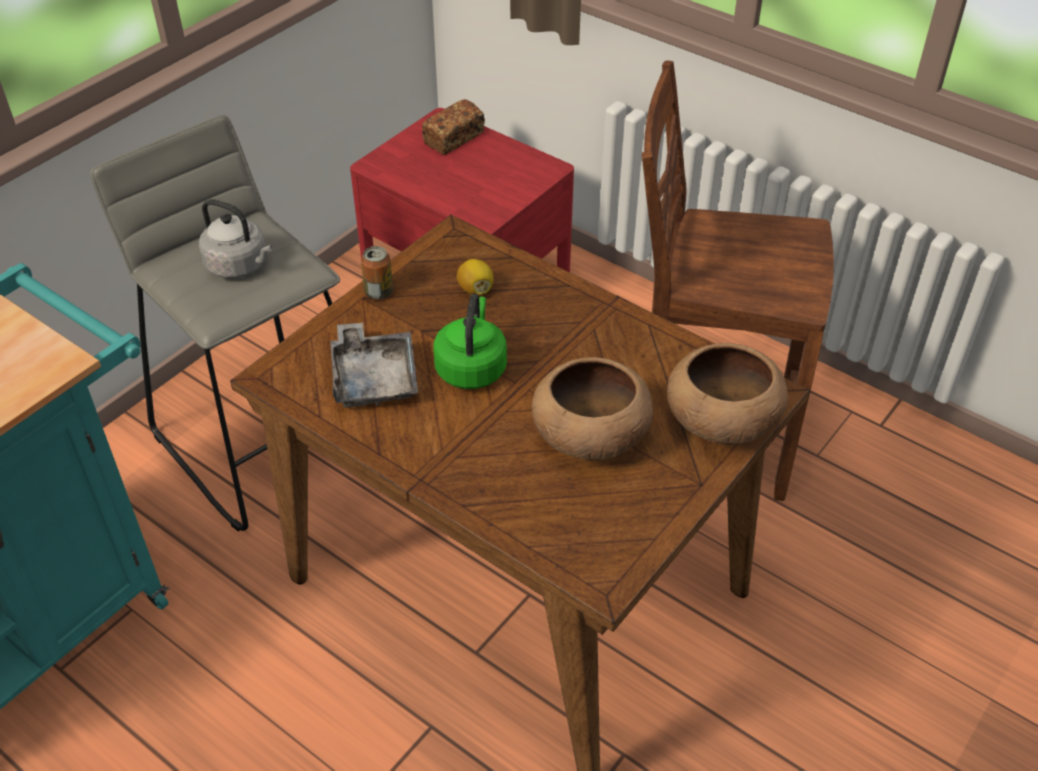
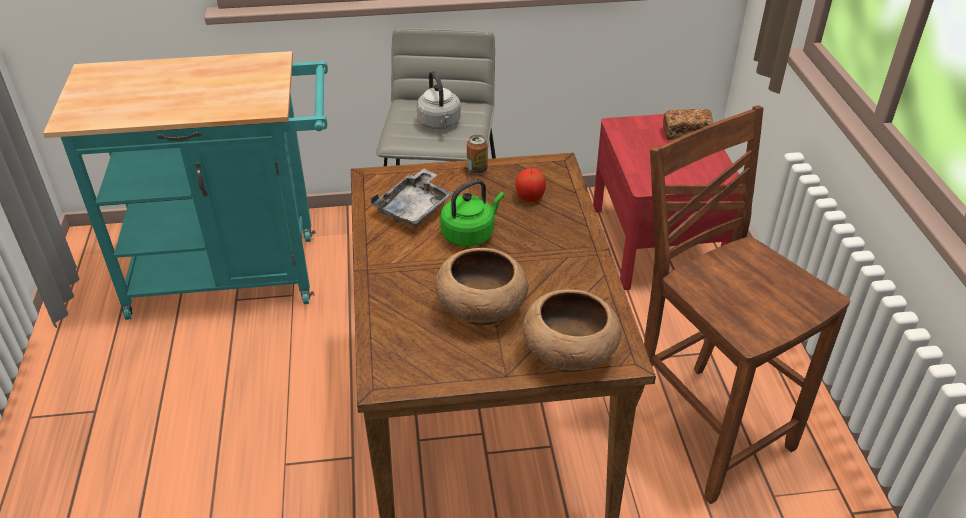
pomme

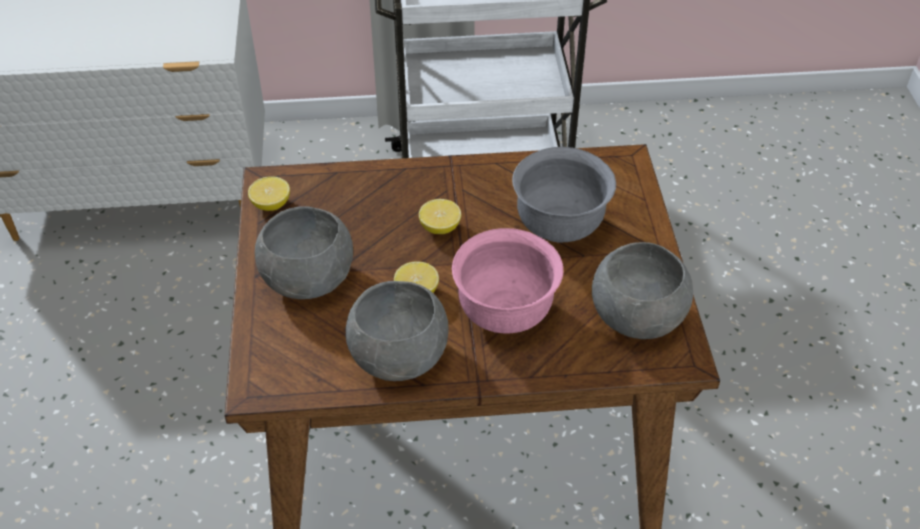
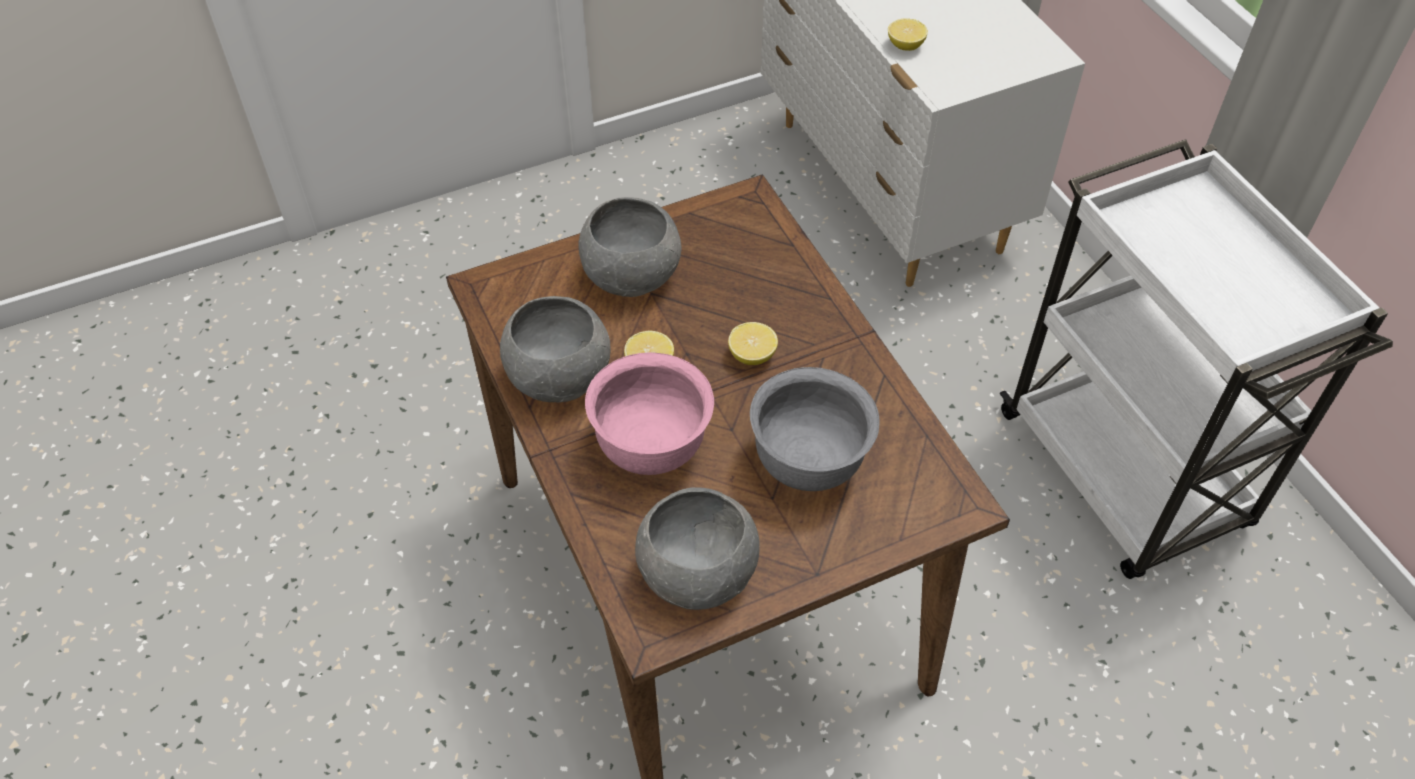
citron (no. 3 from left)

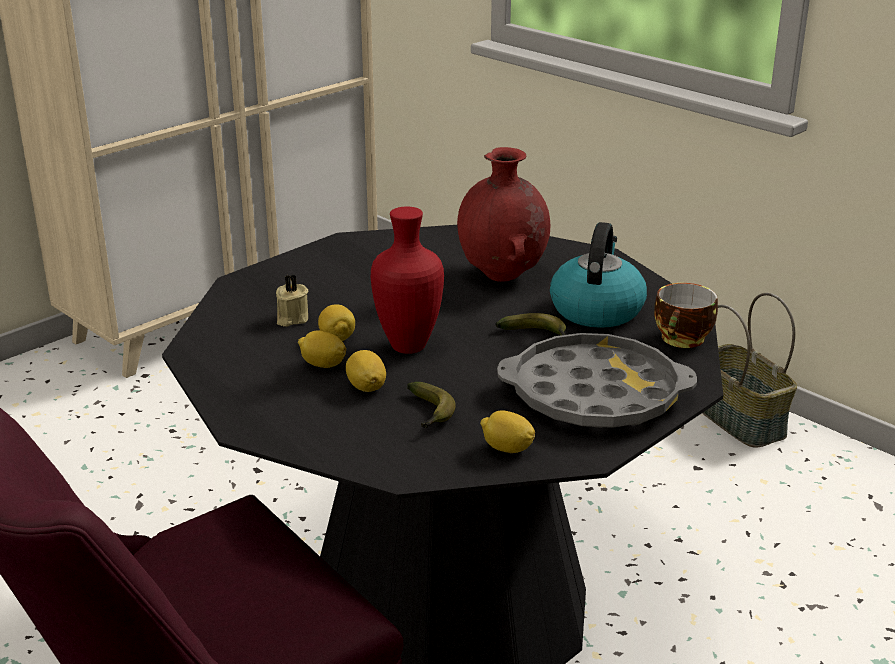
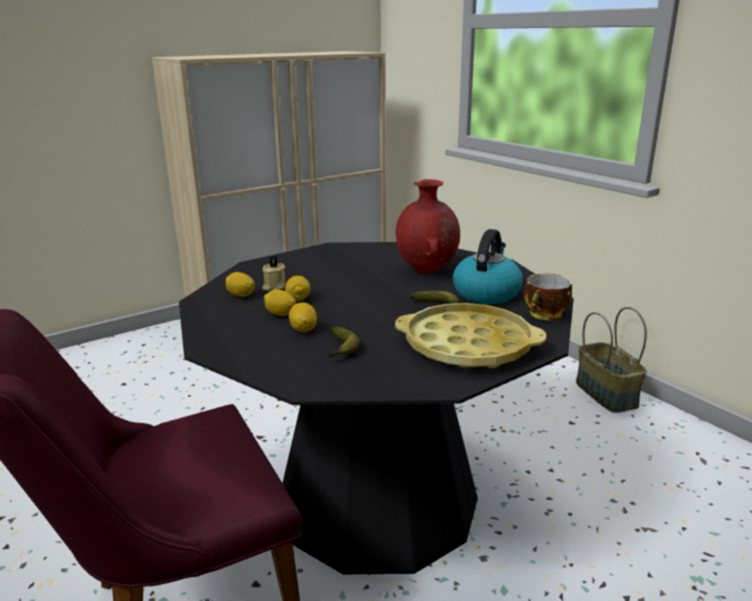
vase (rouge) (no. 1 from left in the first image)
citron (no. 1 from left)
plateau (jaune)

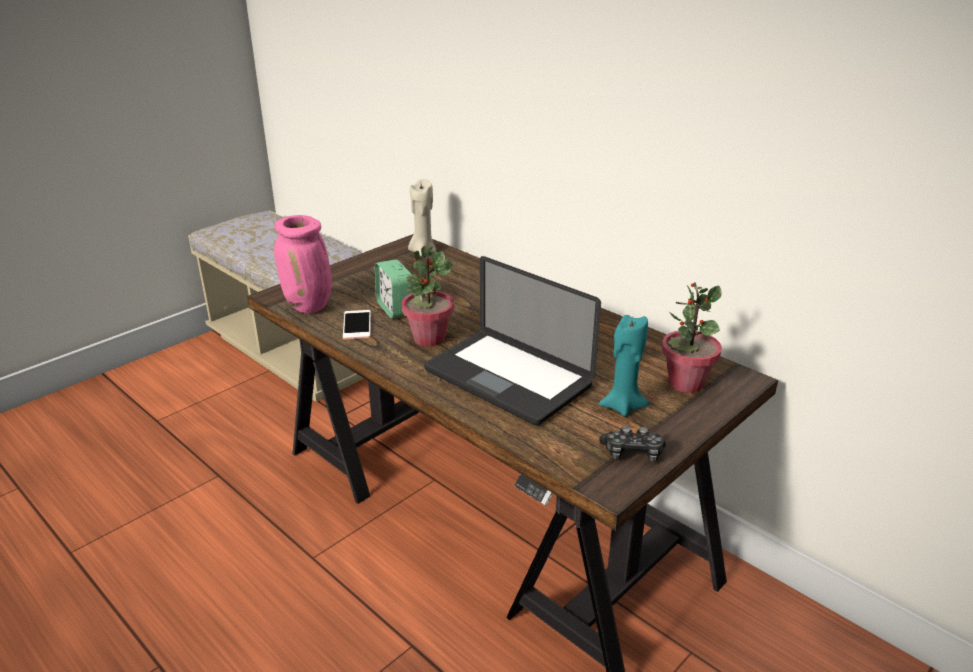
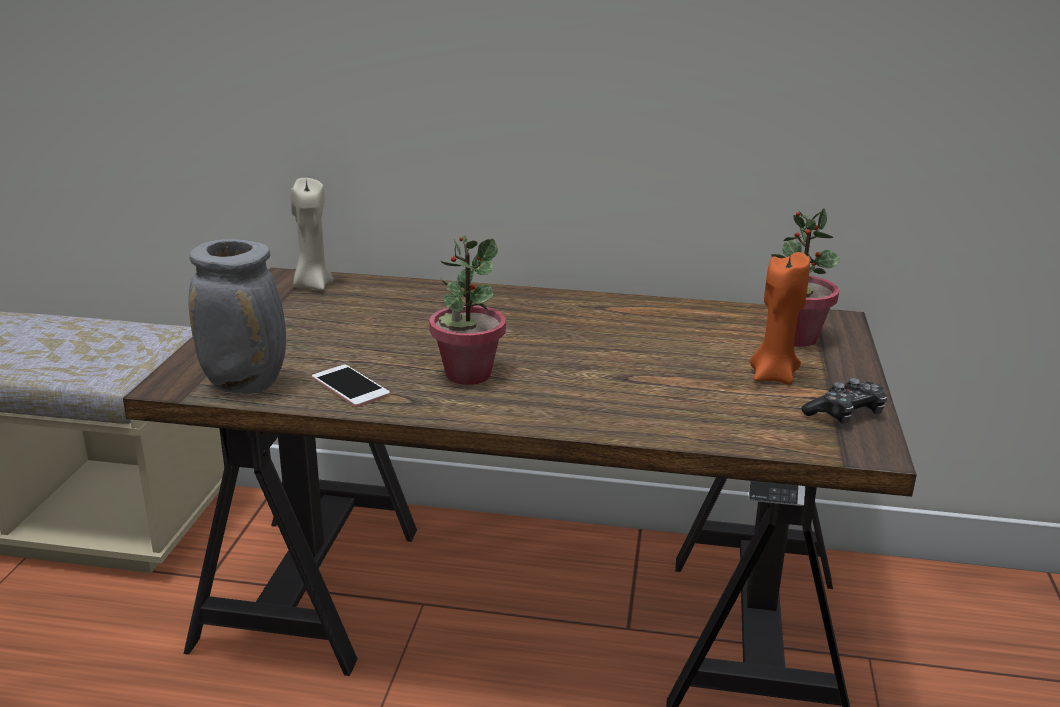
réveil
ordinateur portable
vase (gris)
bougie (orange)

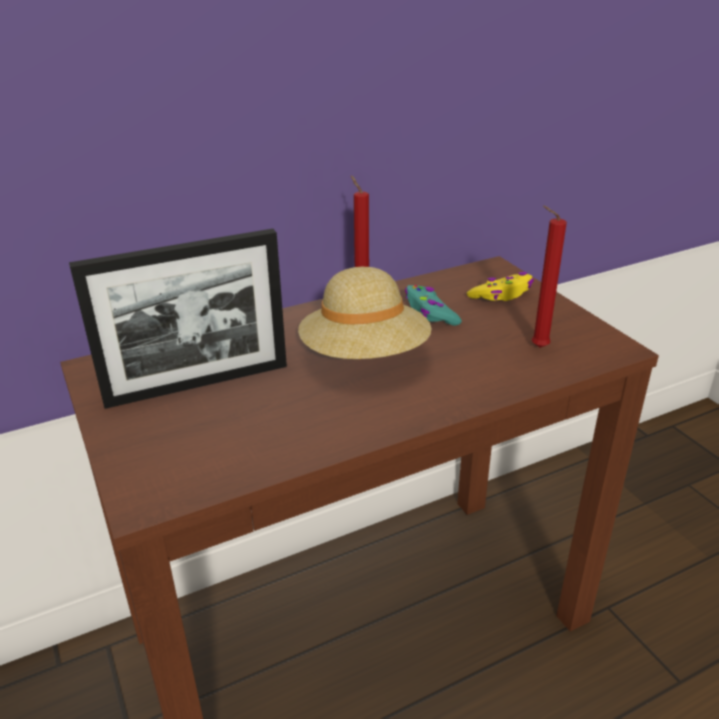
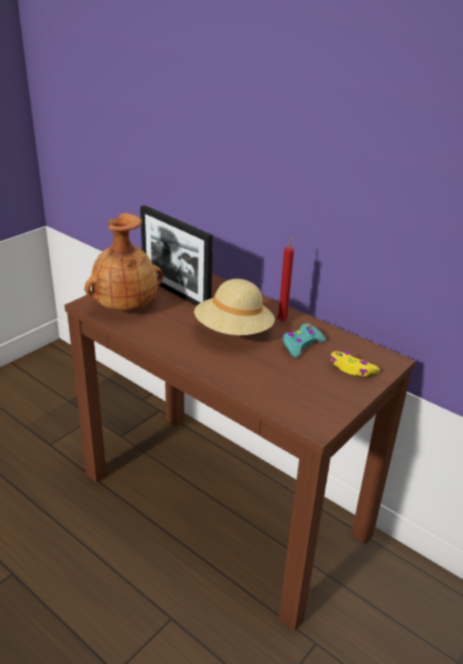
bougie (rouge) (no. 2 from left in the first image)
vase (marron)

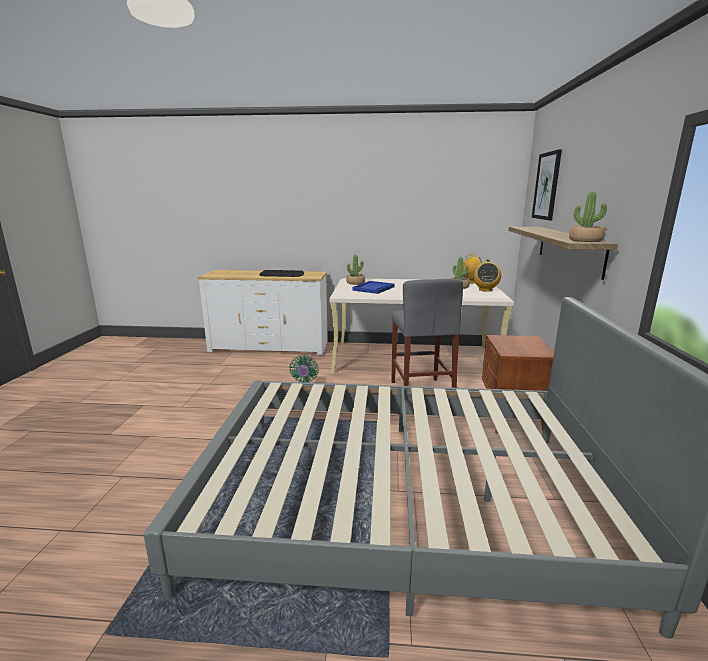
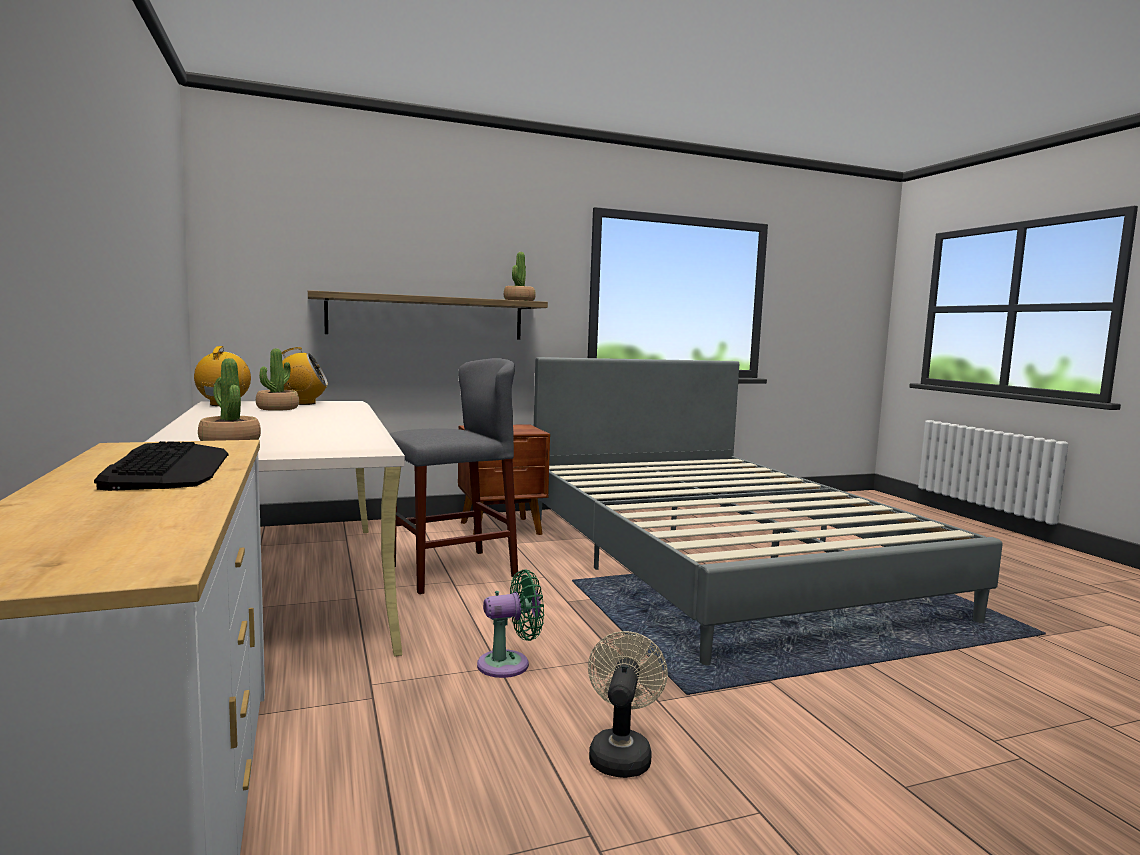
plateau (bleu)
tableau
ventilateur (beige)

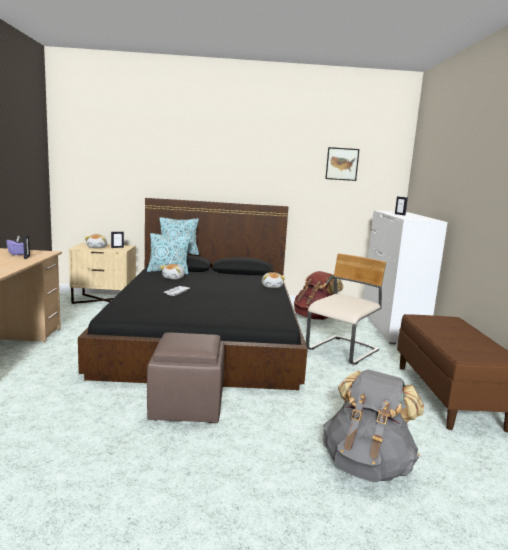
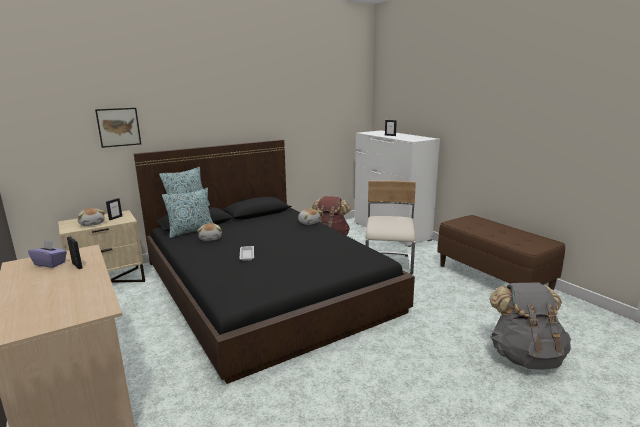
pouf (marron)
tableau

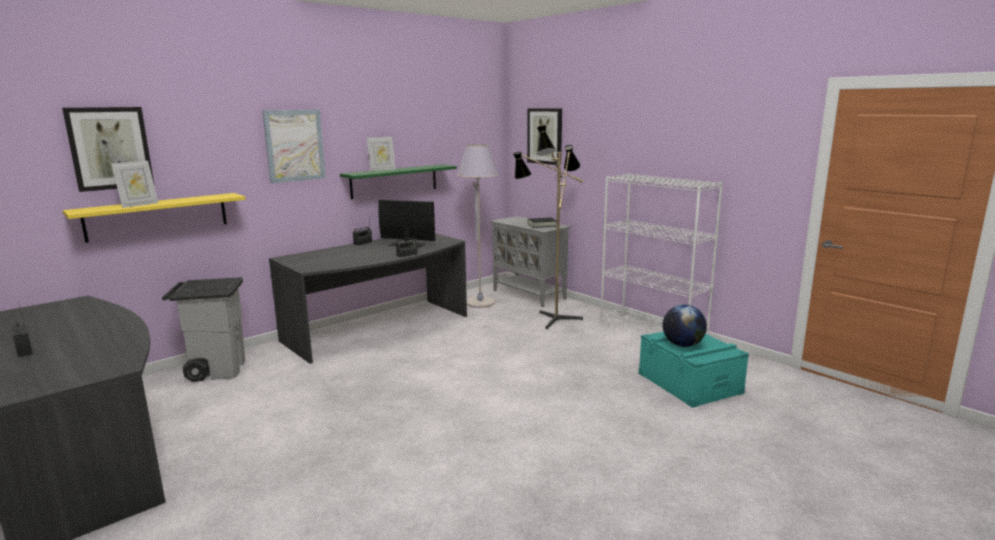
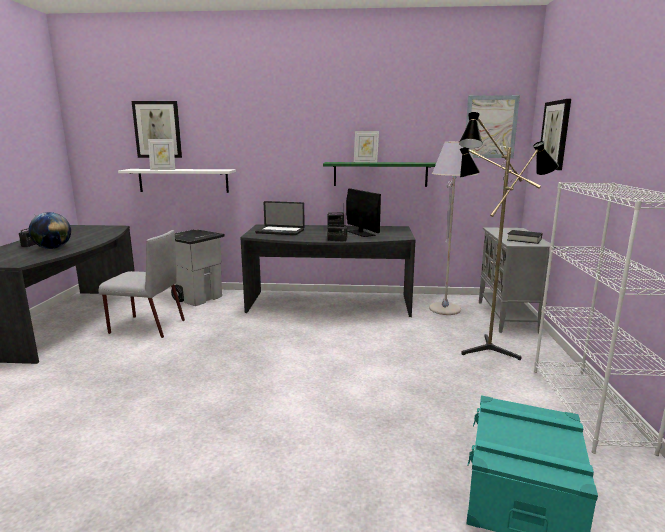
chaise (gris)
ordinateur portable
tableau (no. 2 from left)
globe
étagère (blanc)

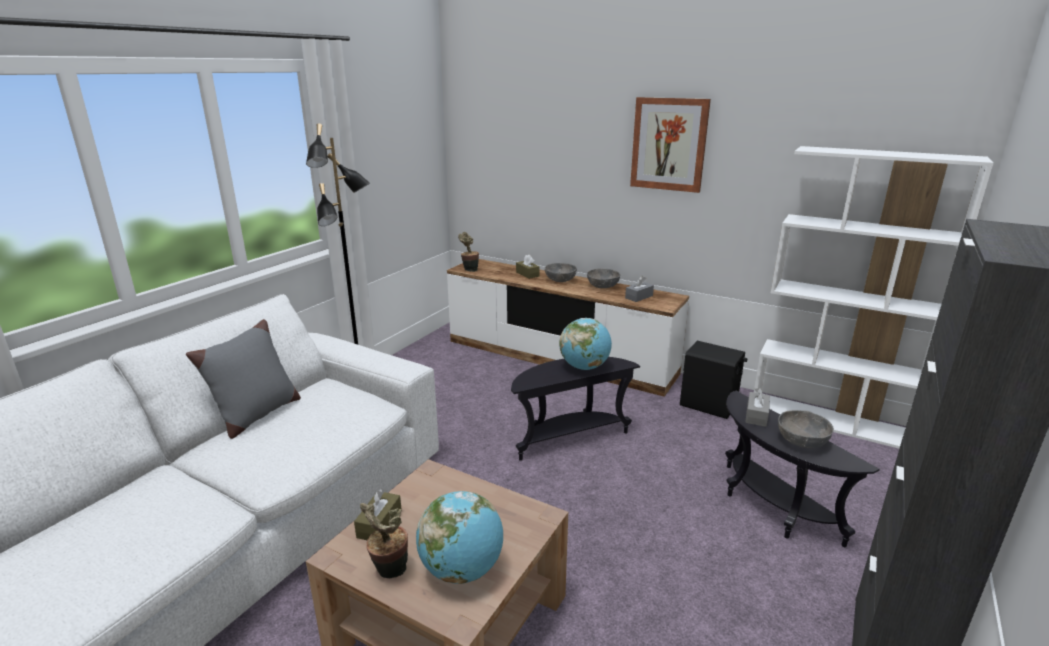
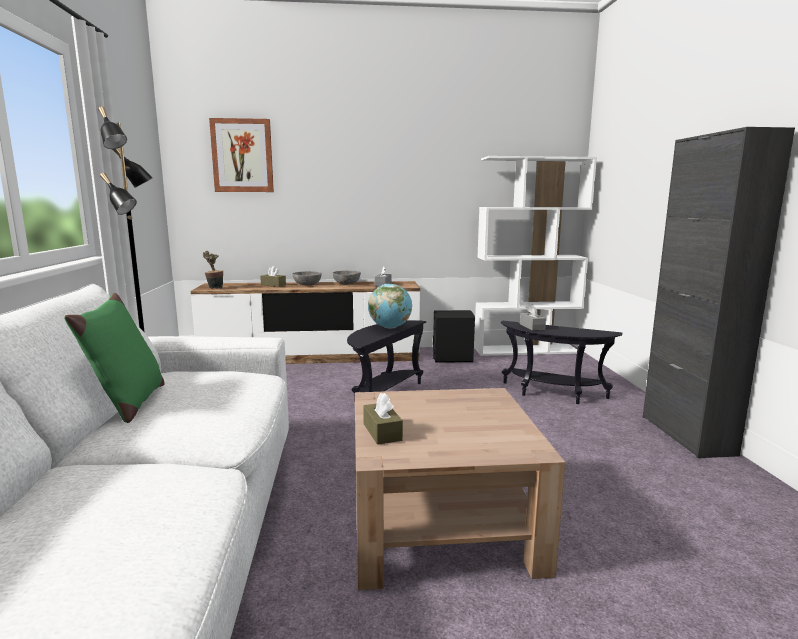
plante en pot (no. 1 from left in the first image)
globe (no. 1 from left in the first image)
bol (gris) (no. 3 from left in the first image)
tableau
coussin (vert)

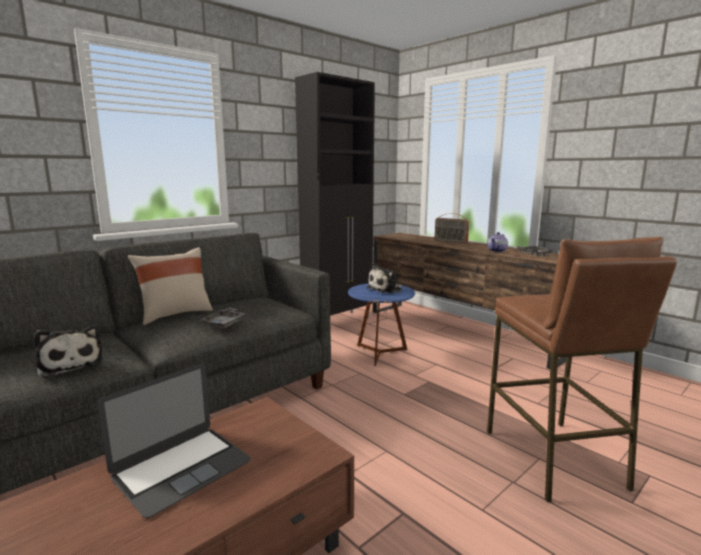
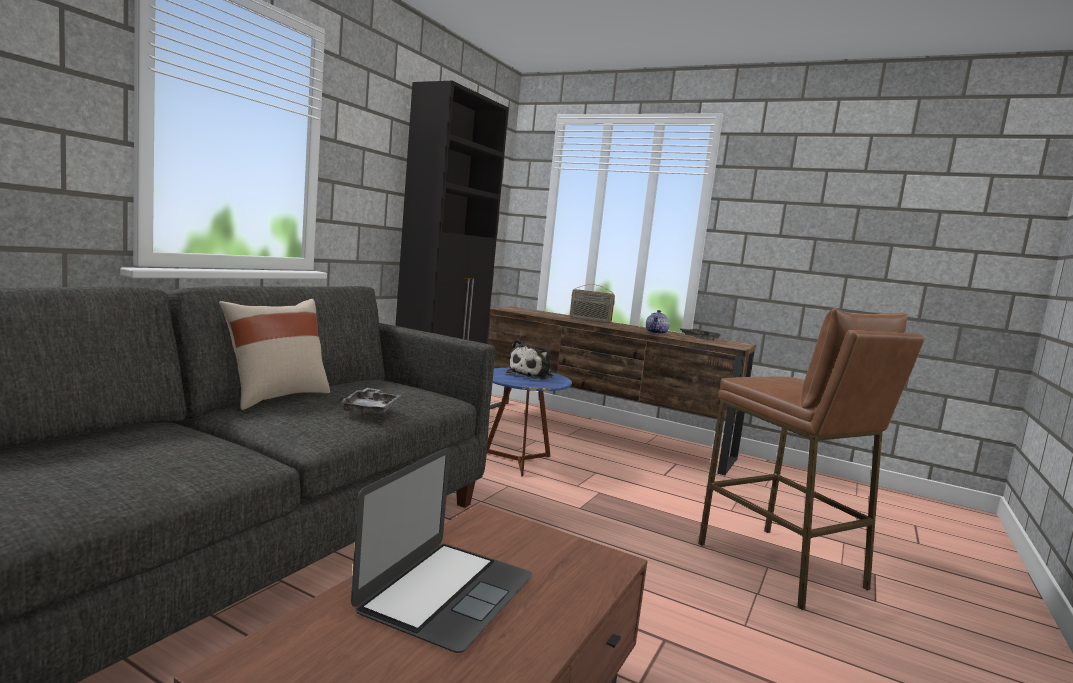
peluche (no. 1 from left in the first image)

